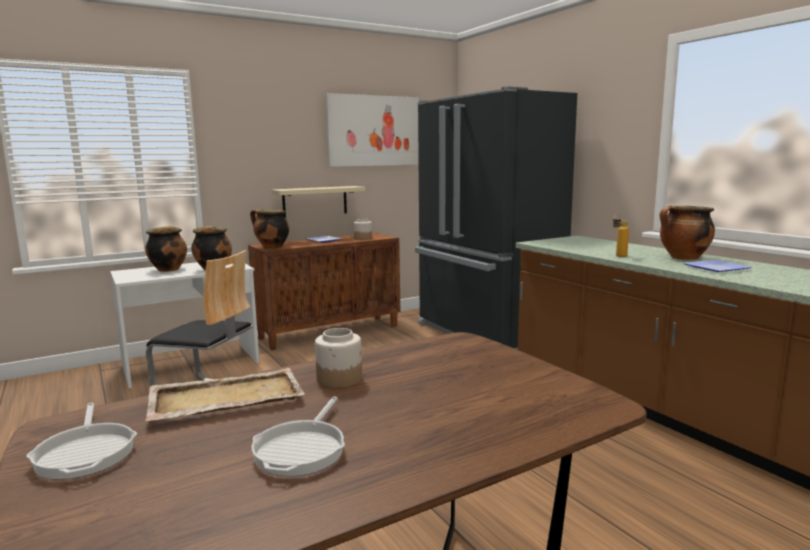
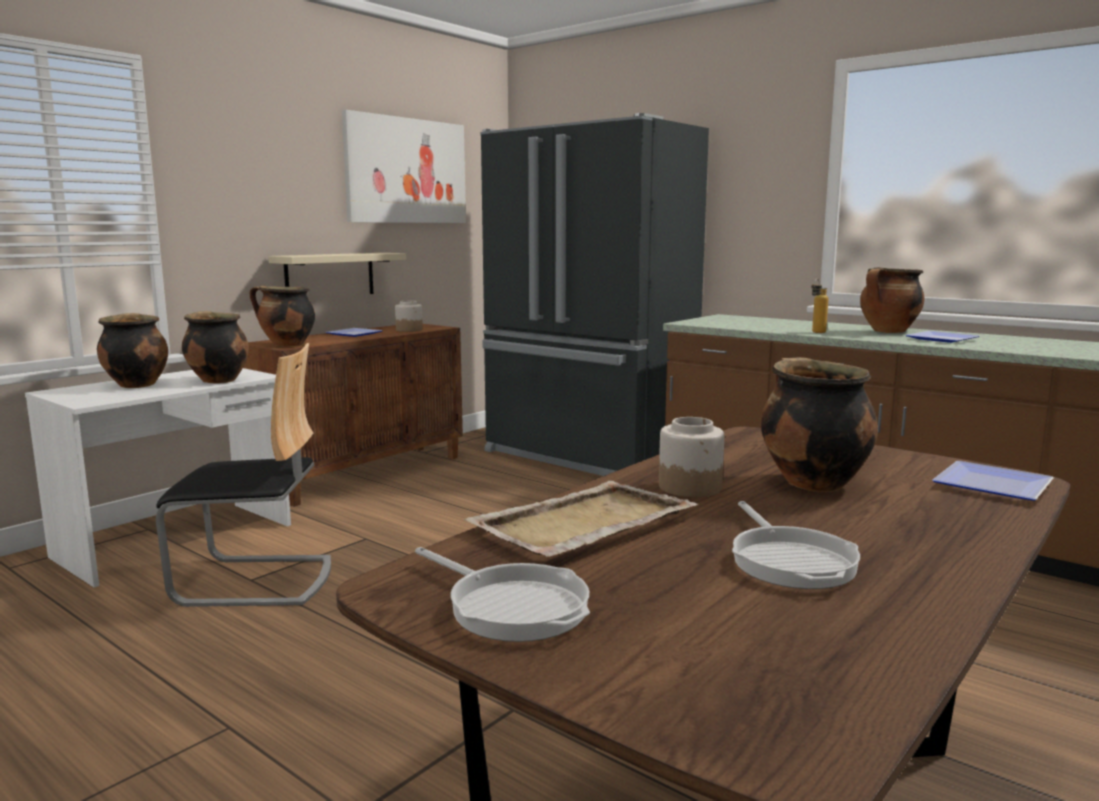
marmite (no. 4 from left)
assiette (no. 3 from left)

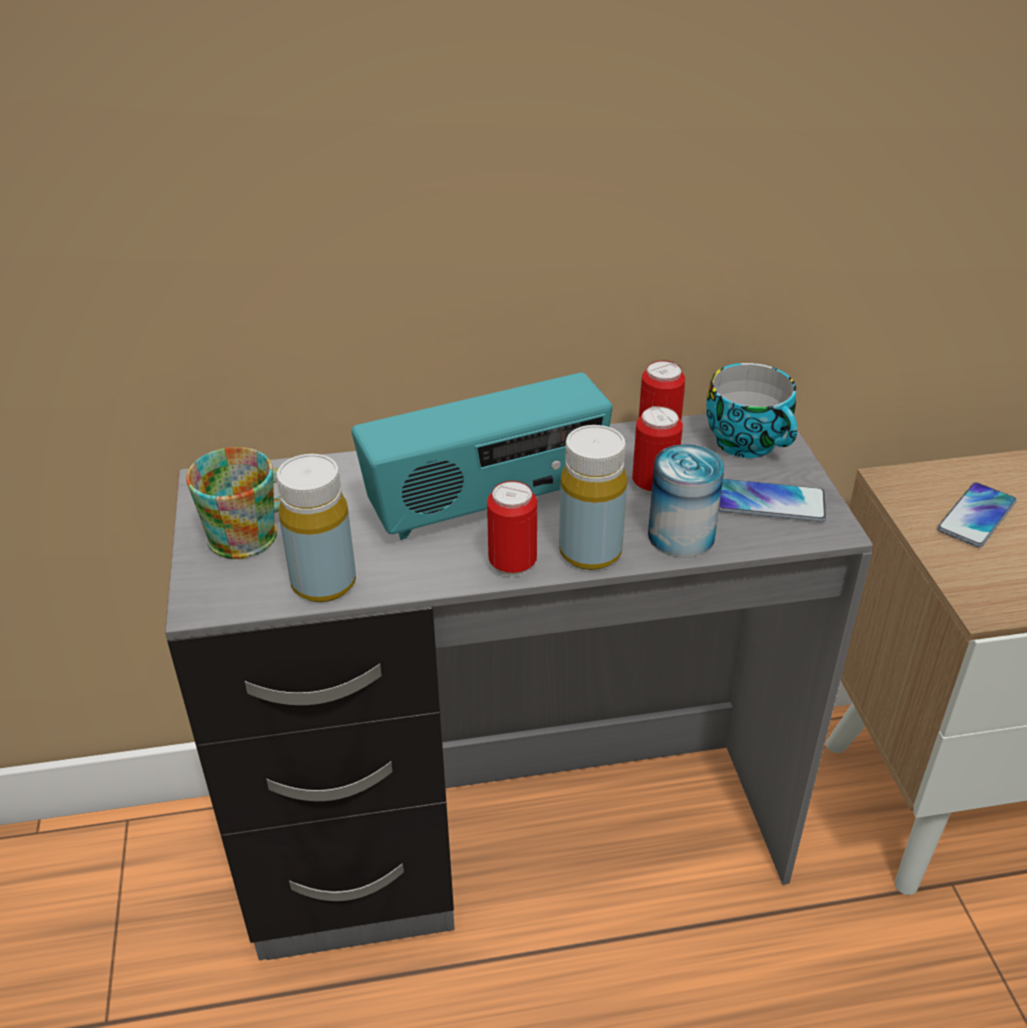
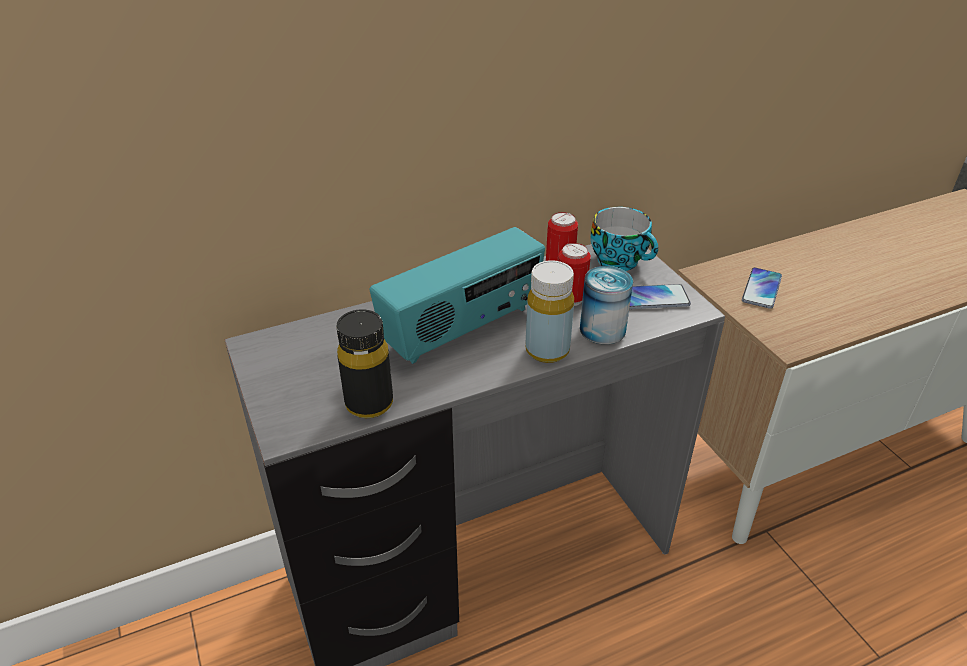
mug
boîte métallique (no. 1 from left in the first image)
bouteille (noir)

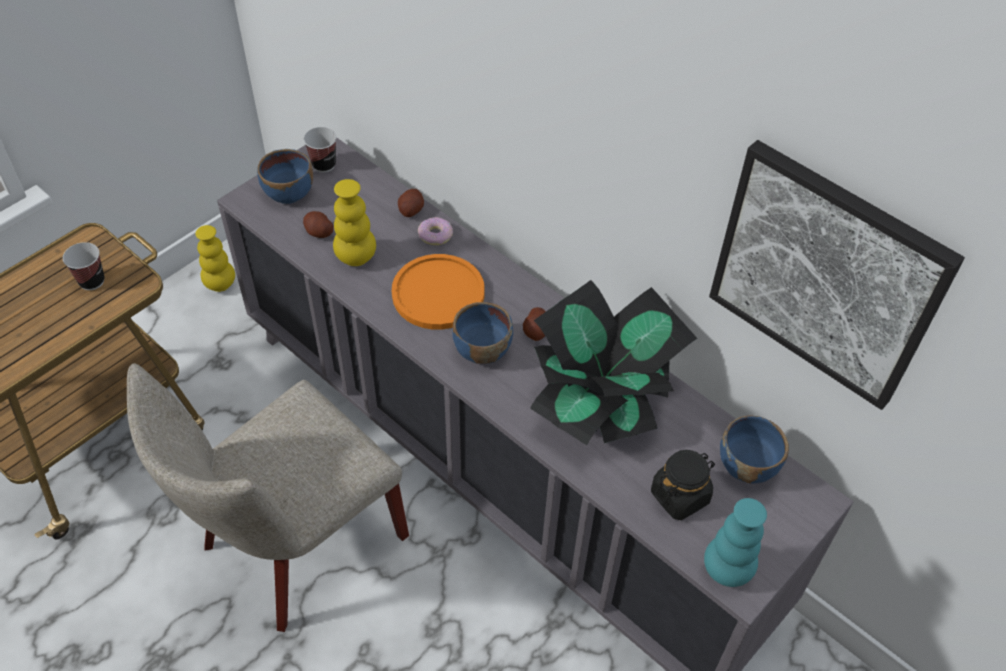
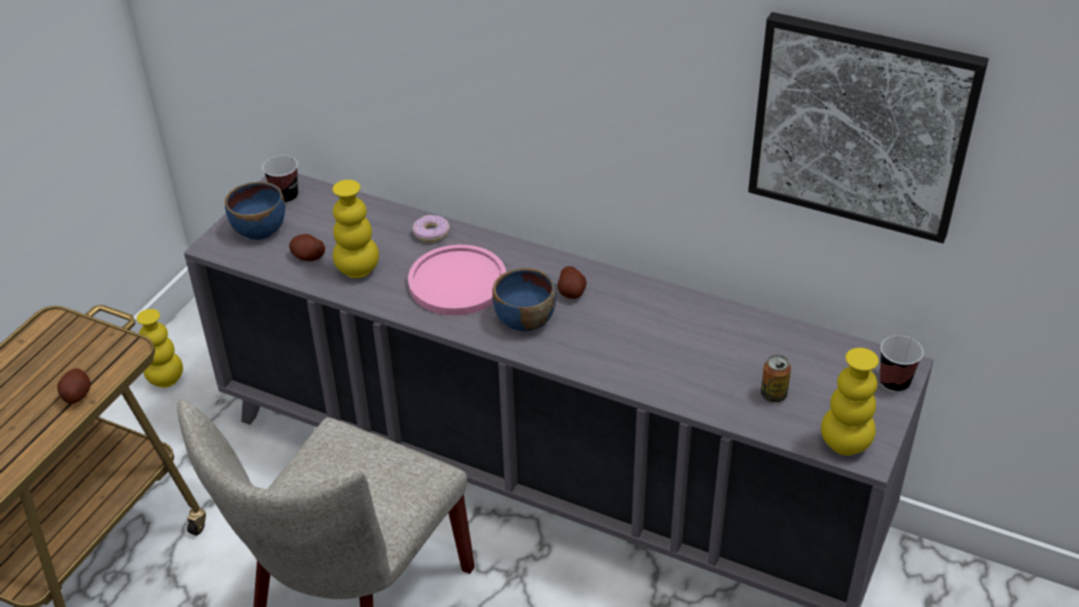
plante en pot
bol (bleu) (no. 3 from left in the first image)
tasse (no. 2 from left)
pomme de terre (no. 1 from left)
boîte métallique
assiette (rose)
vase (jaune) (no. 3 from left)

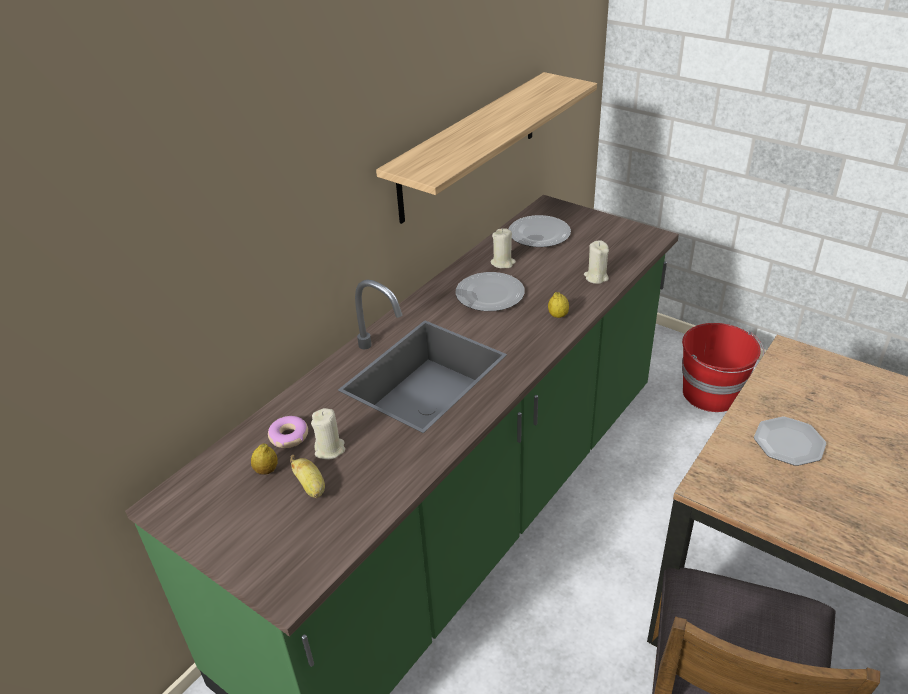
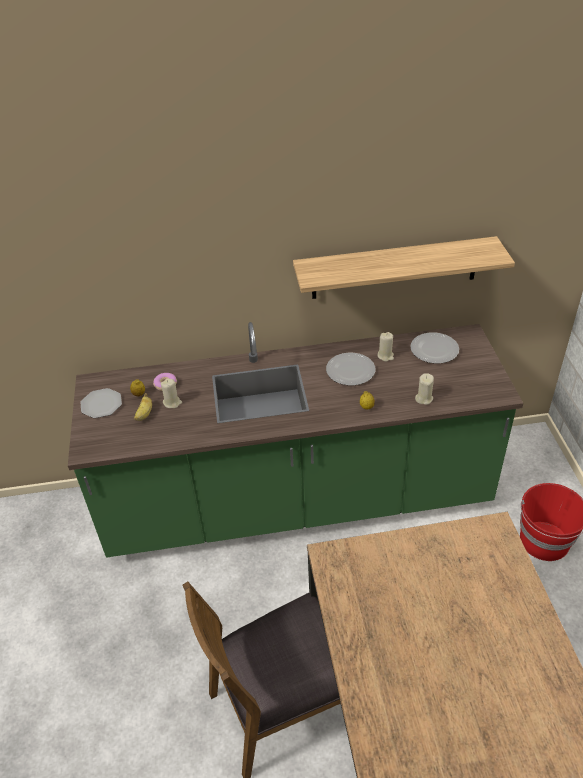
assiette (no. 1 from left)

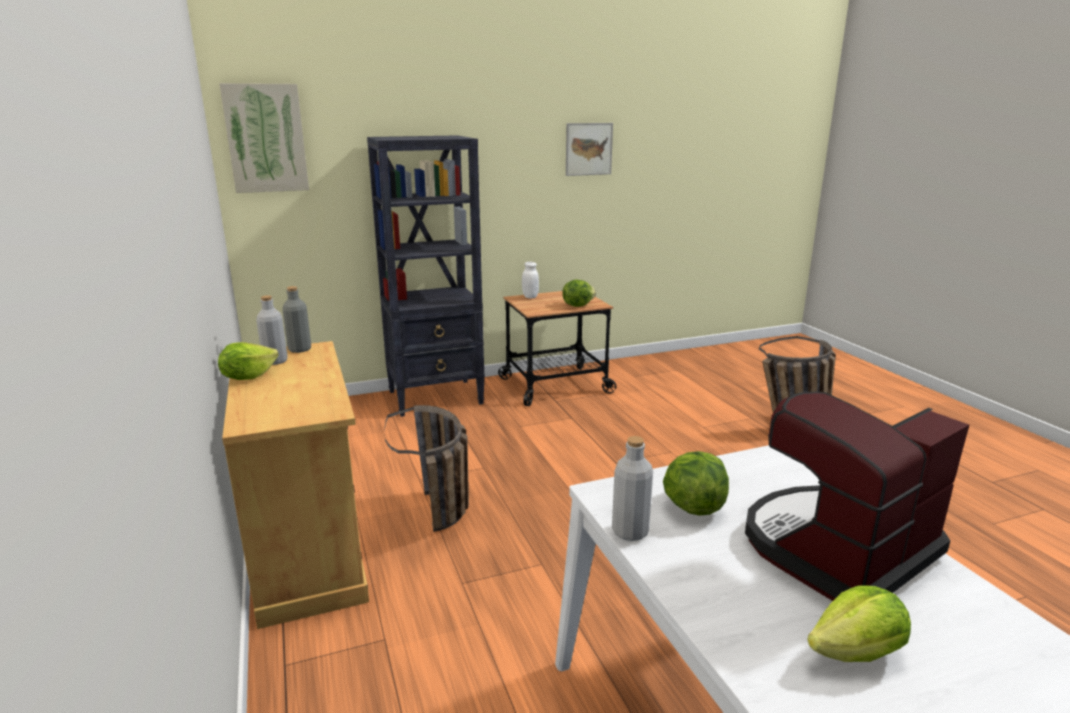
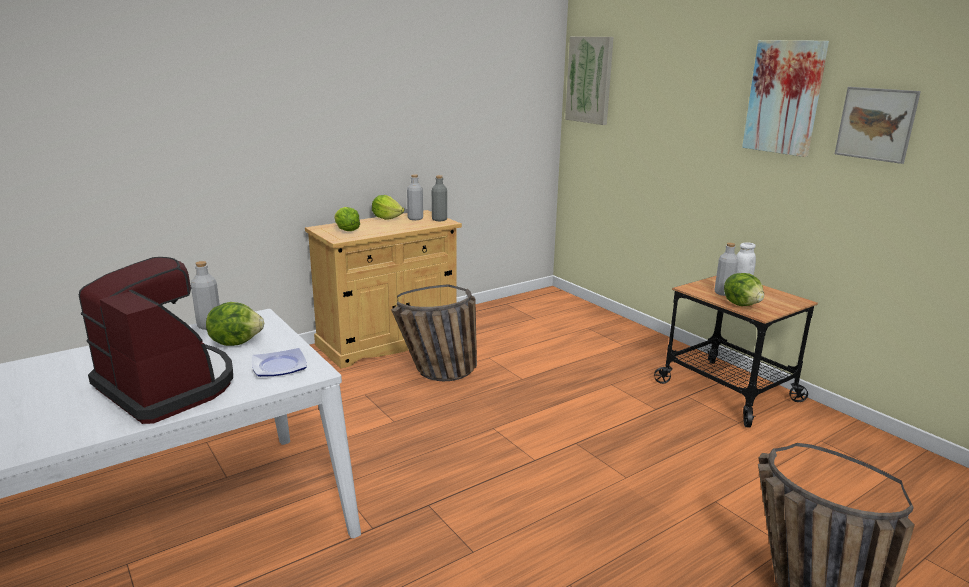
bibliothèque (noir)
assiette
bouteille (gris) (no. 4 from left)
tableau (no. 2 from left)
laitue (no. 2 from left)

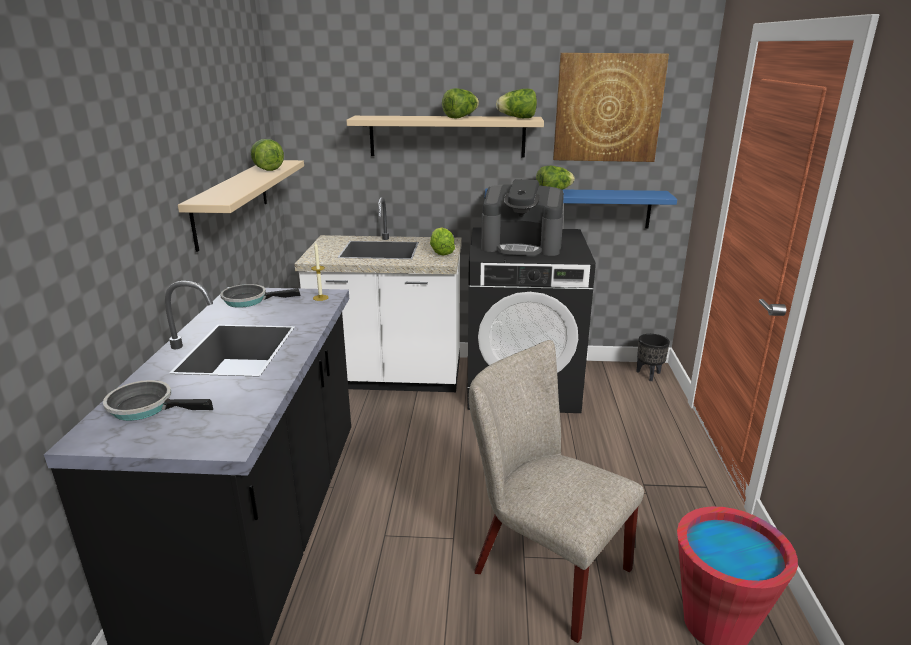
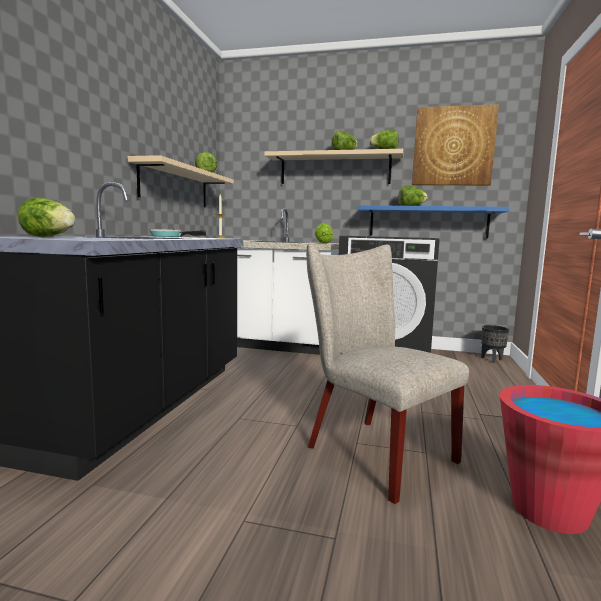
machine à café
laitue (no. 1 from left)

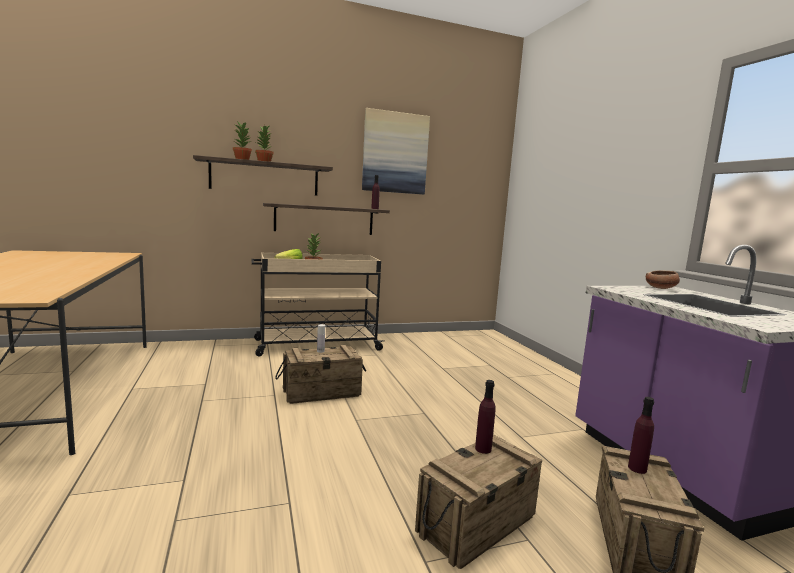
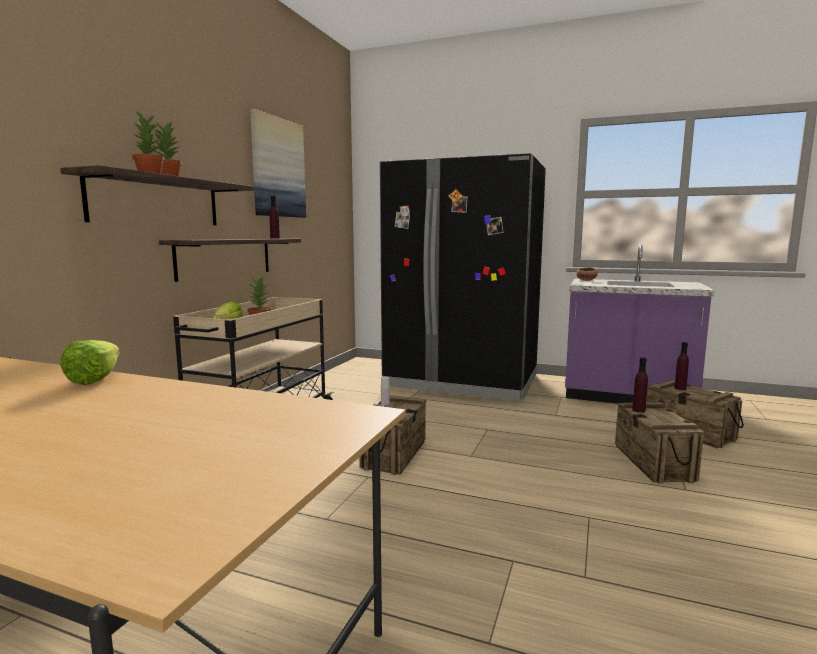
laitue (no. 1 from left)
réfrigérateur (noir)

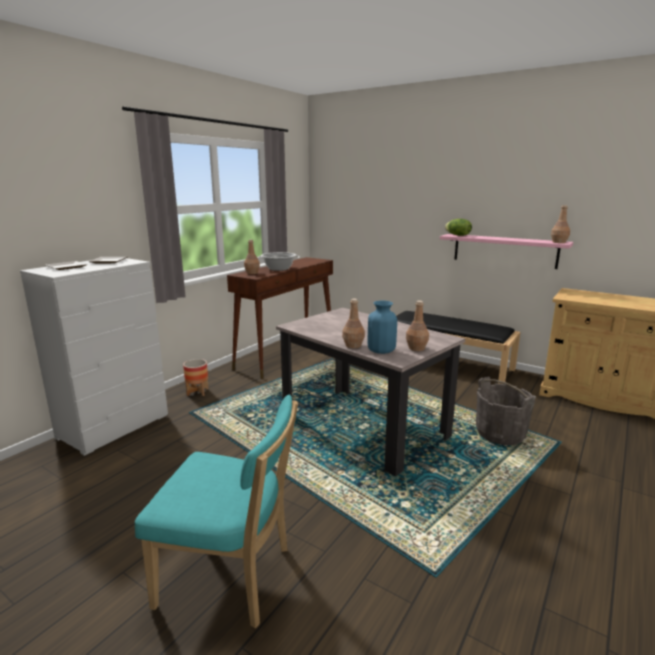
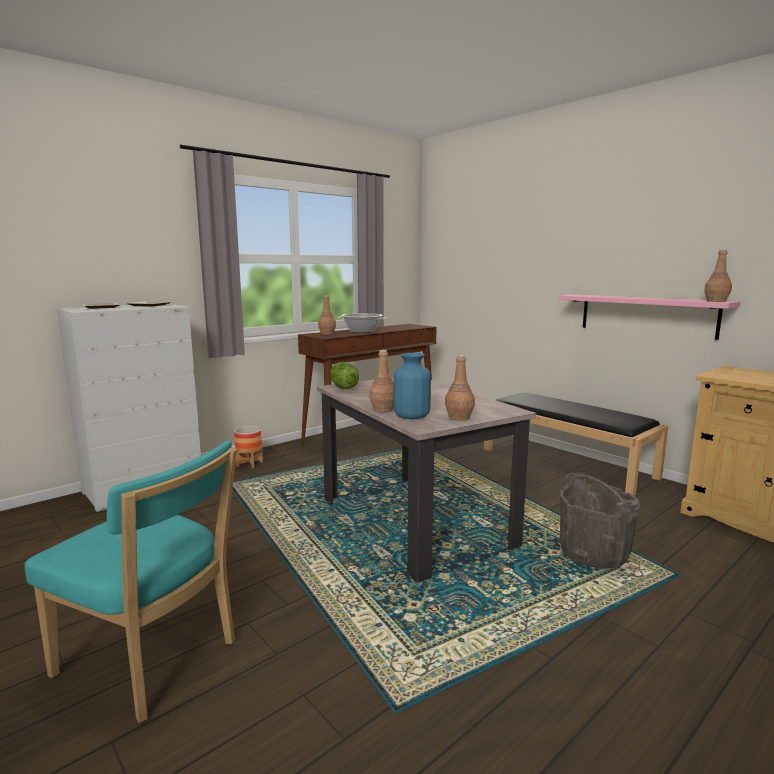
laitue

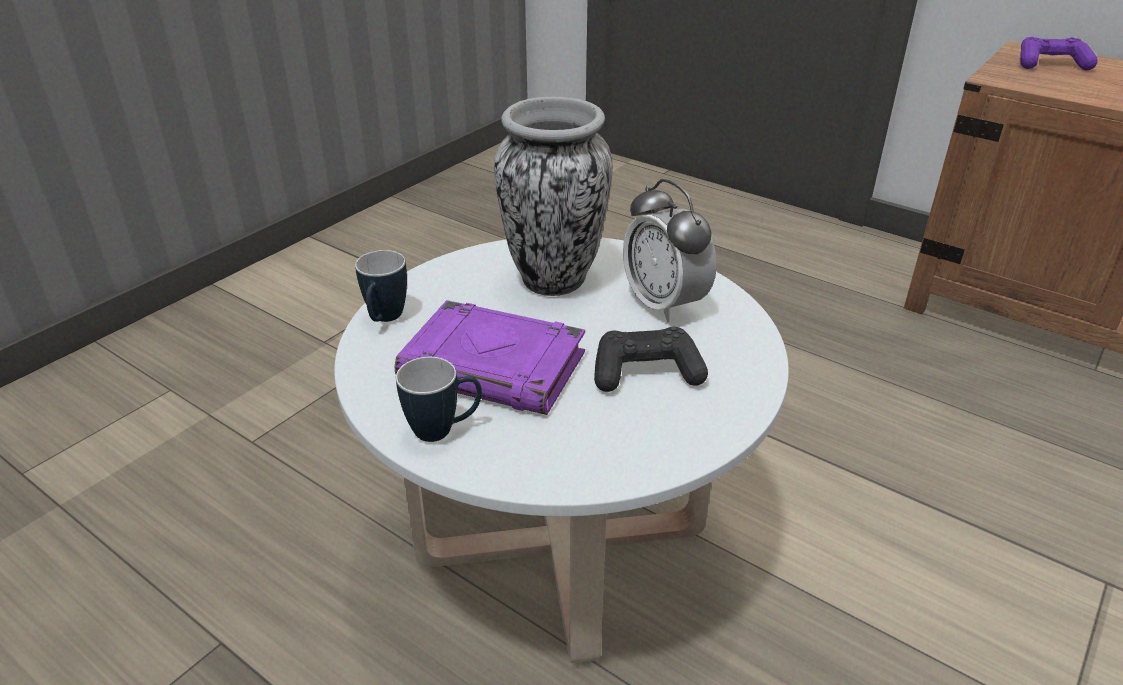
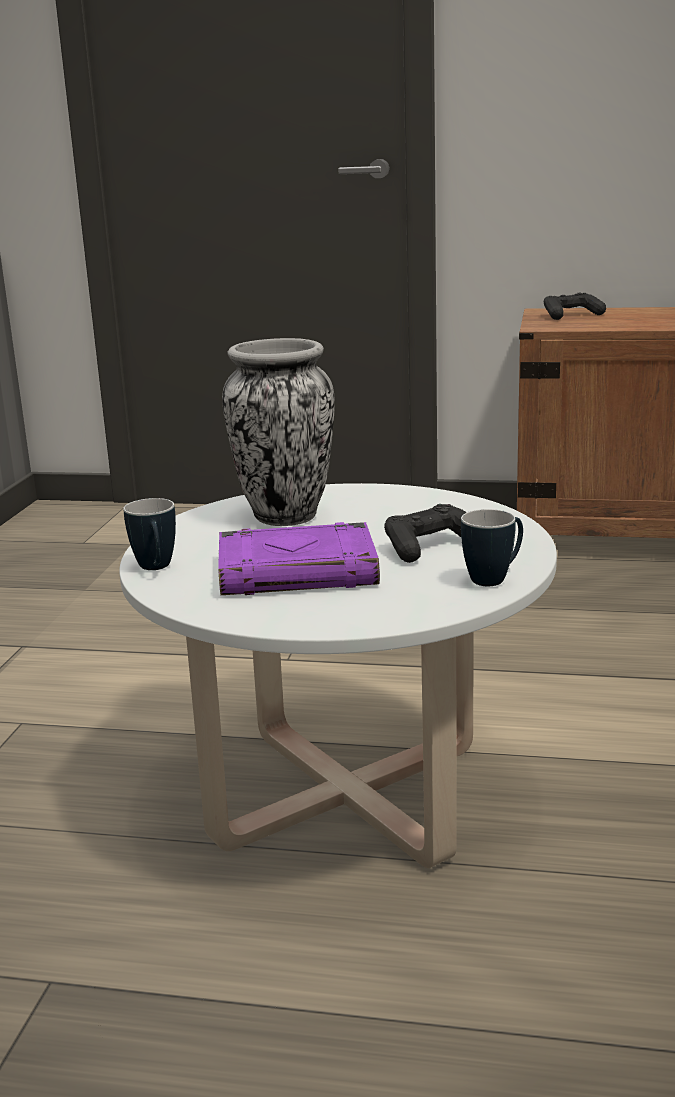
réveil
mug (no. 2 from left)
manette (noir) (no. 2 from left)

